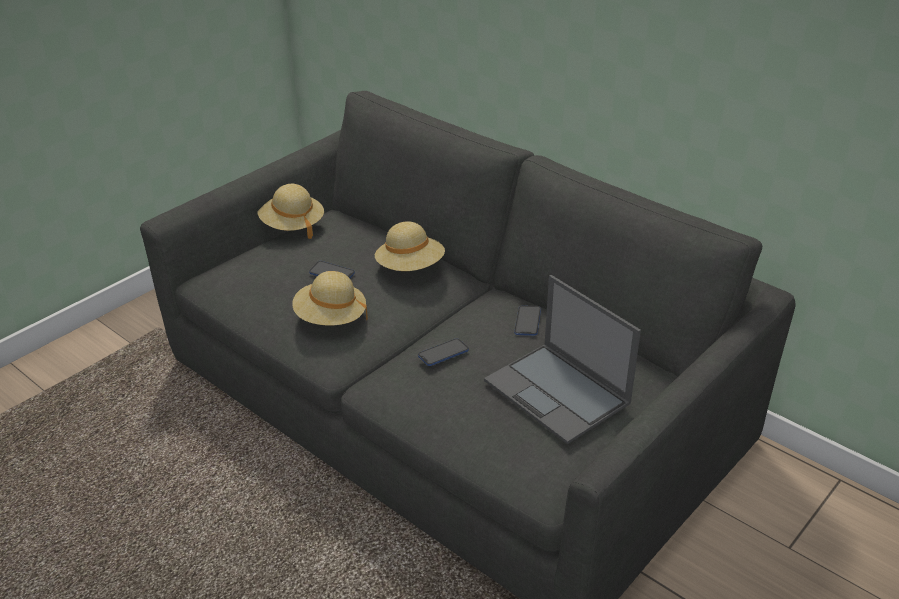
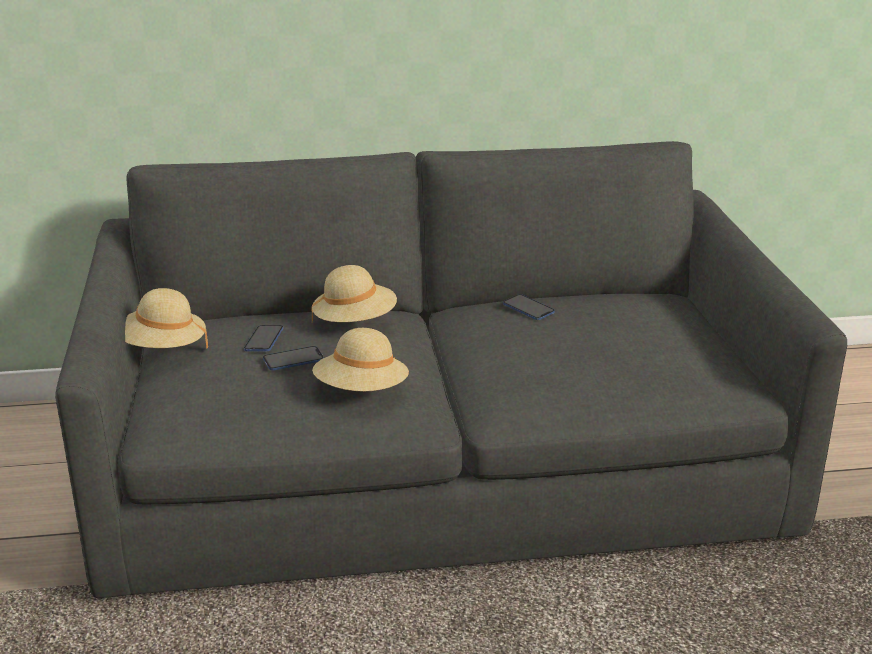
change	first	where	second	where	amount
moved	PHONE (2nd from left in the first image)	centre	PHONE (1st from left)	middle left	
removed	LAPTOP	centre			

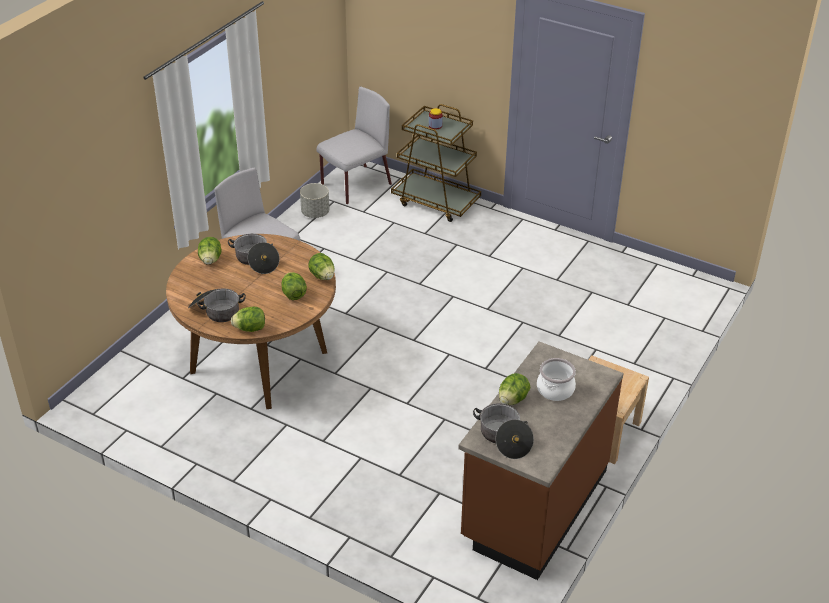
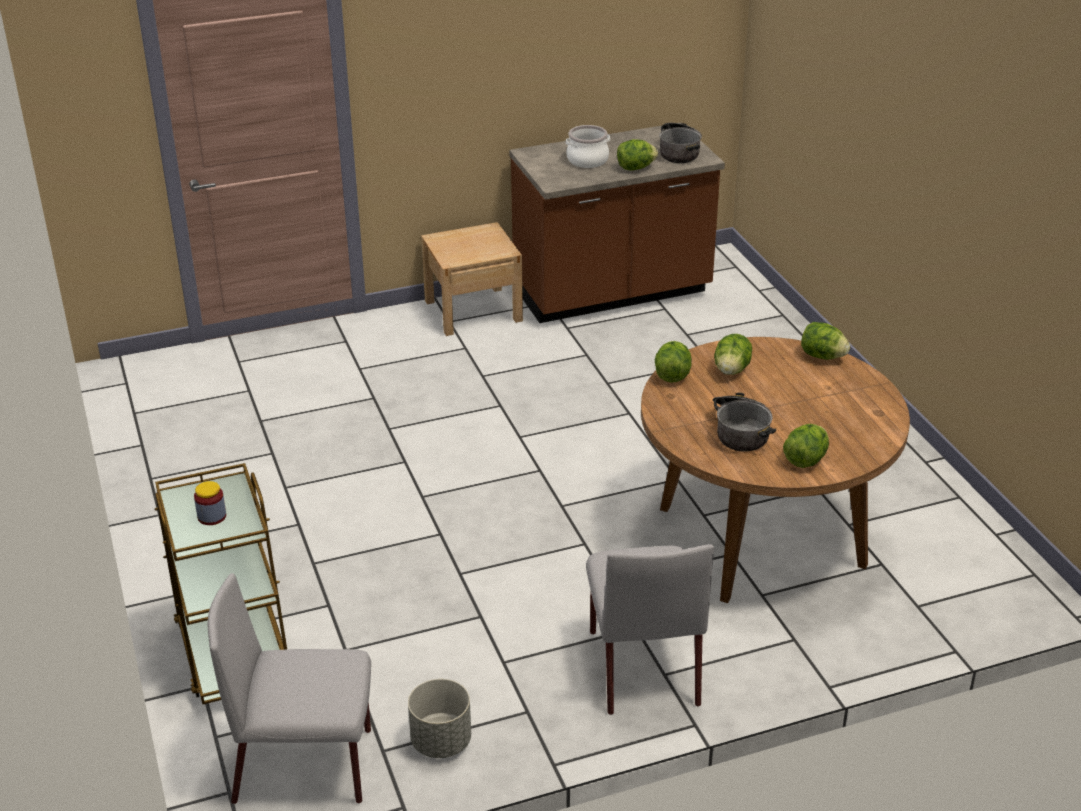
change	first	where	second	where	amount
removed	COOKING POT (1st from left)	middle left			

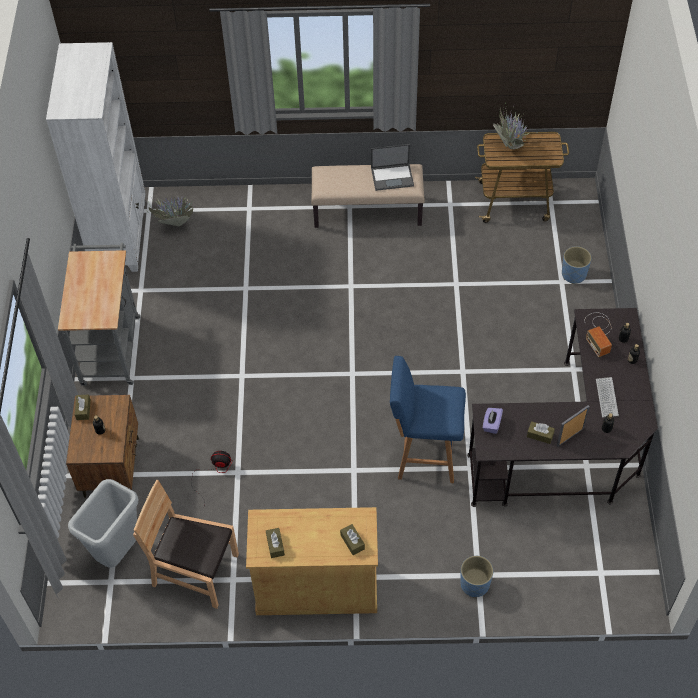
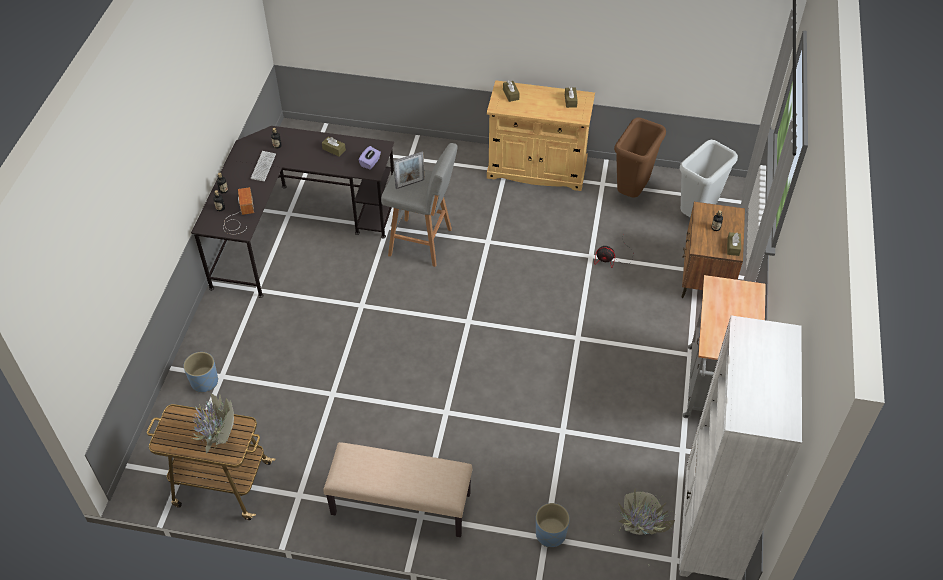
change	first	where	second	where	amount
recoloured	BLUE STOOL	centre	GREY STOOL	centre	
moved	PICTURE FRAME	middle right		top centre	
moved	BLUE PLANTER (1st from left in the first image)	bottom right	BLUE PLANTER (2nd from left)	bottom centre	
replaced	BROWN CHAIR	bottom left	BROWN TRASH CAN	top right	
removed	LAPTOP	top centre			

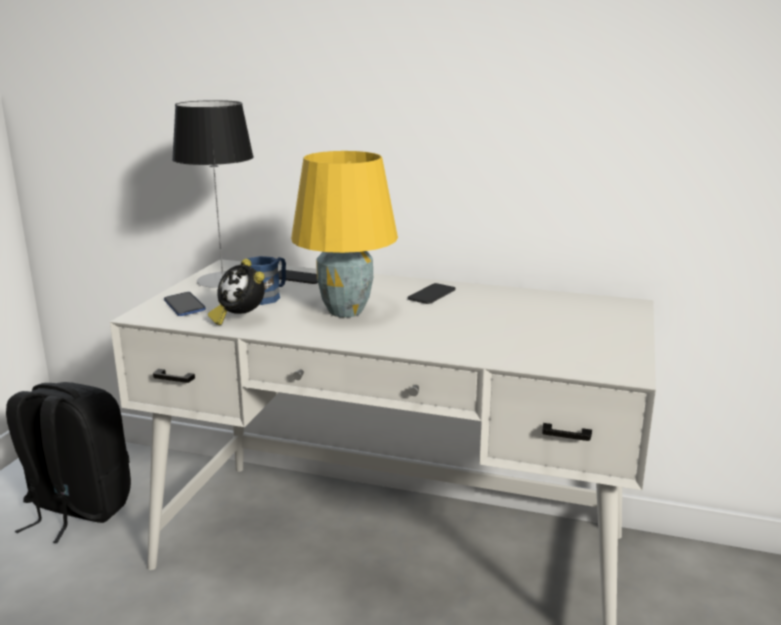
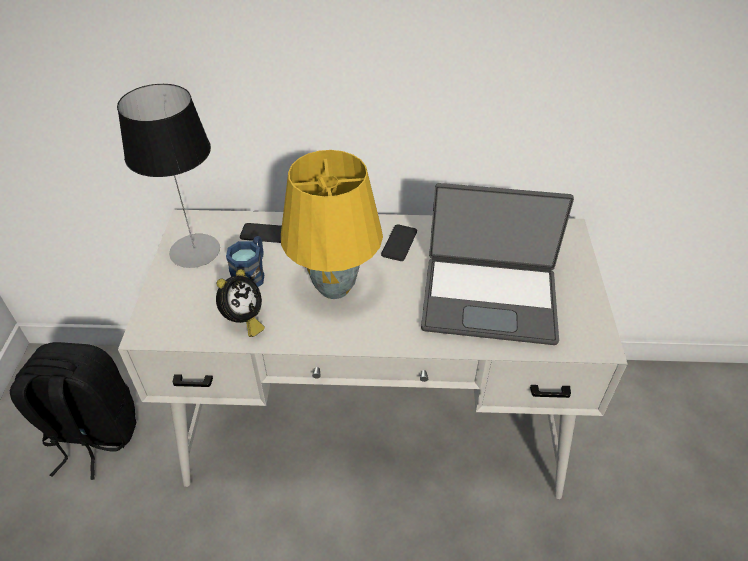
change	first	where	second	where	amount
turned	ALARM CLOCK	middle left		middle left	90 degrees counterclockwise
added			LAPTOP	centre	
removed	PHONE (1st from left)	middle left			

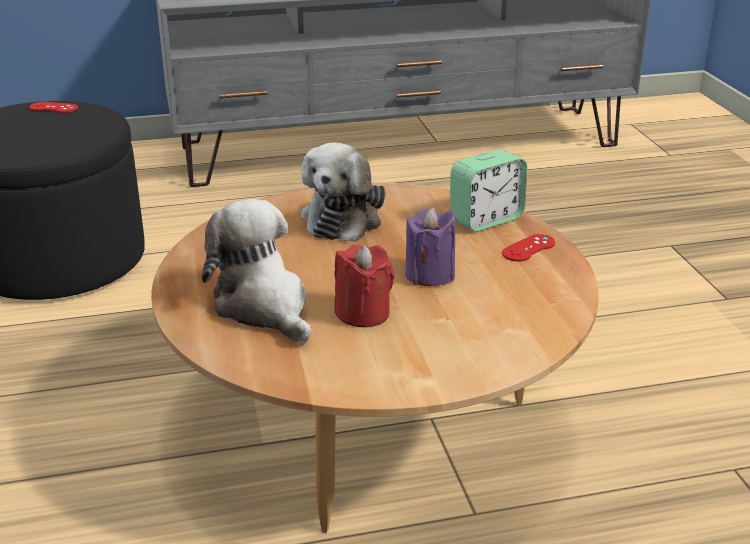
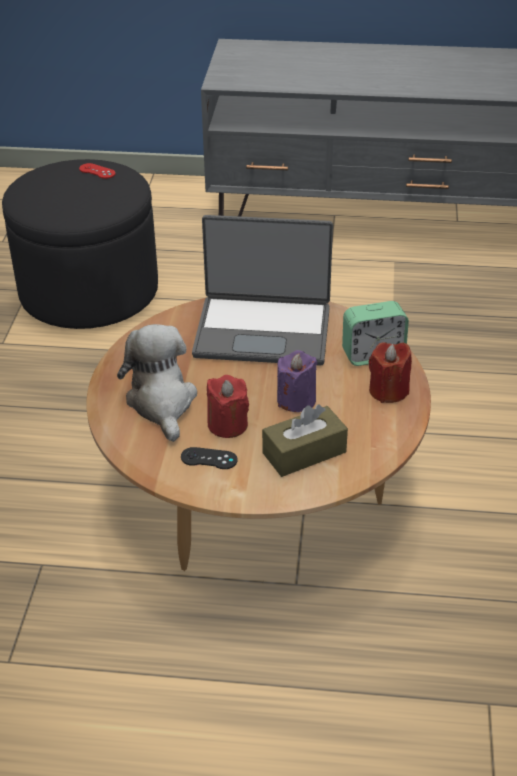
change	first	where	second	where	amount
added			BLACK GAME CONTROLLER	centre	
replaced	PLUSH TOY (2nd from left)	centre	LAPTOP	centre	
added			BROWN TISSUE BOX	centre	
replaced	RED GAME CONTROLLER (2nd from left)	middle right	RED CANDLE (2nd from left)	middle right	

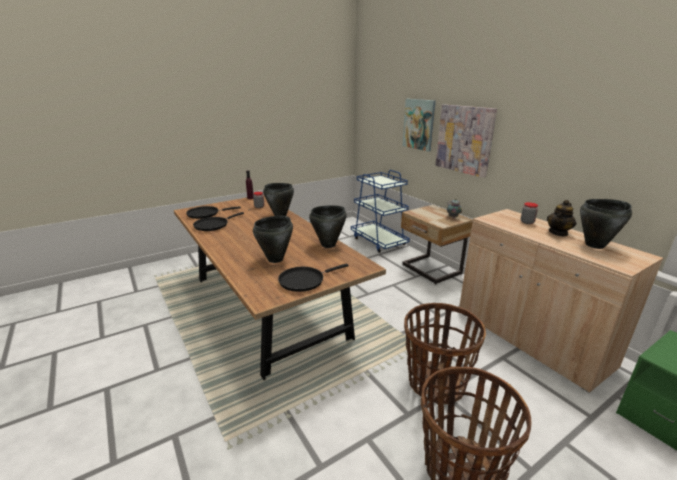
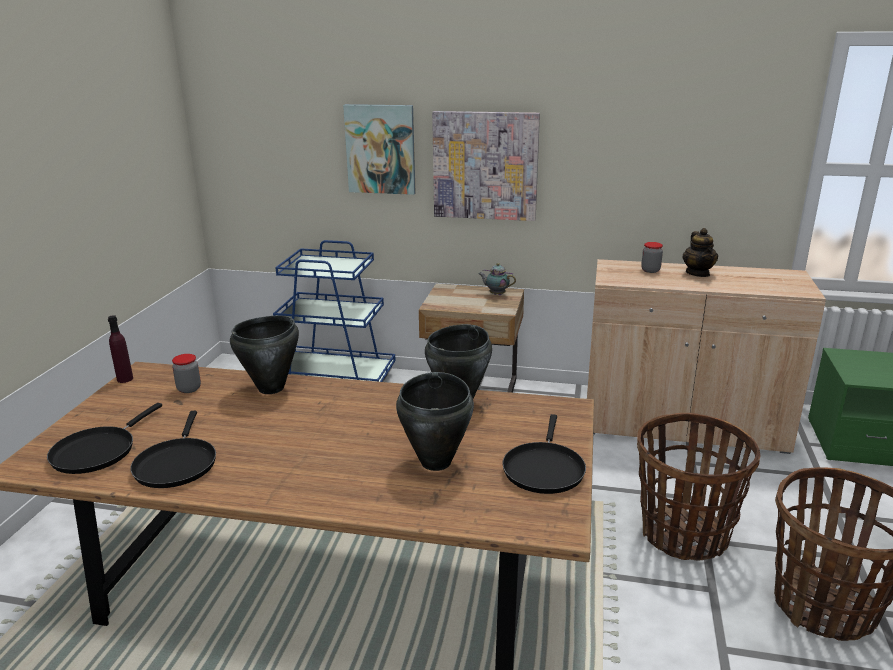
change	first	where	second	where	amount
removed	BLACK COOKING POT (4th from left)	middle right			

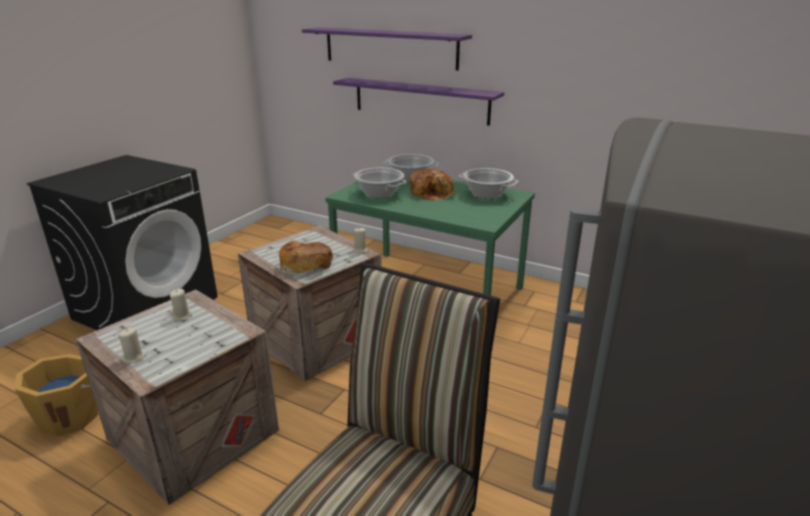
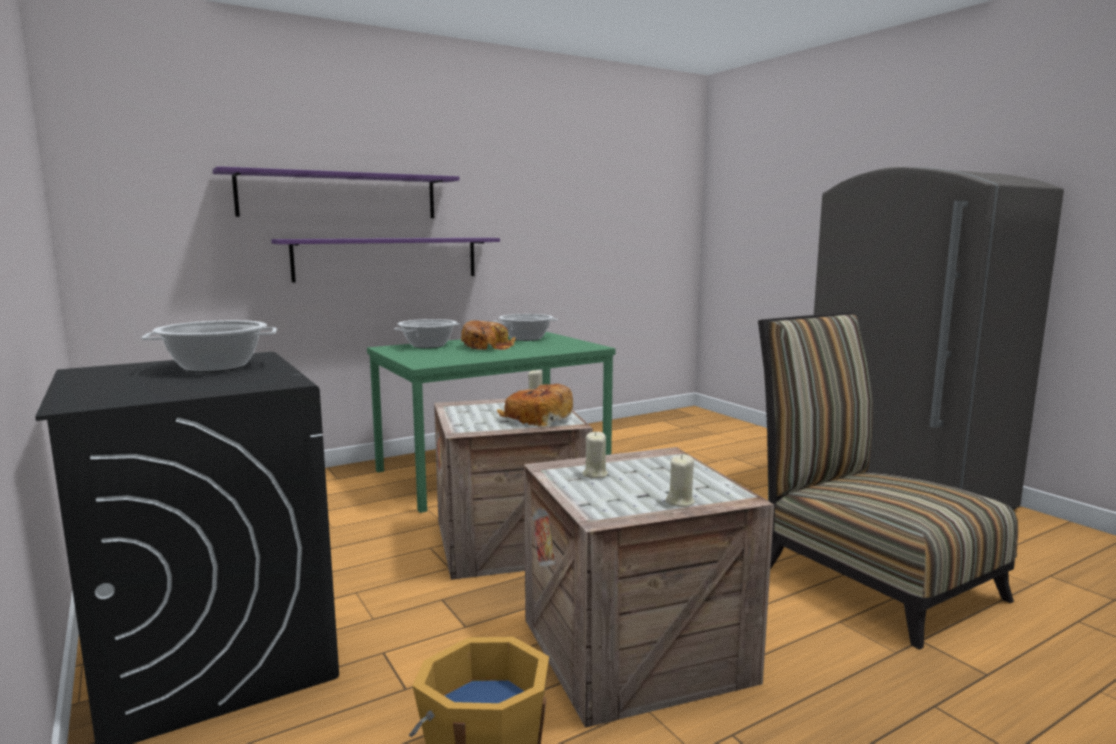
change	first	where	second	where	amount
moved	COOKING POT (1st from left)	centre		middle left	

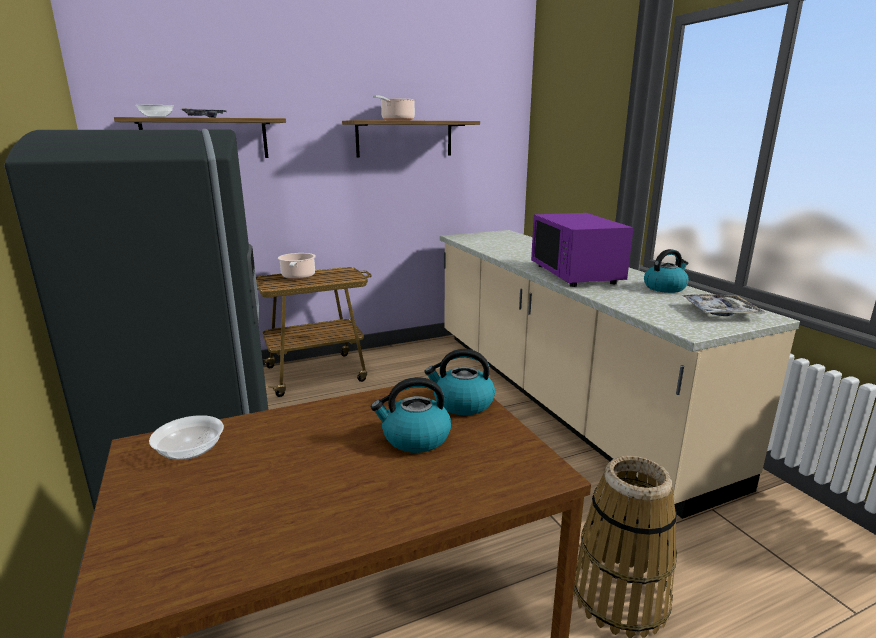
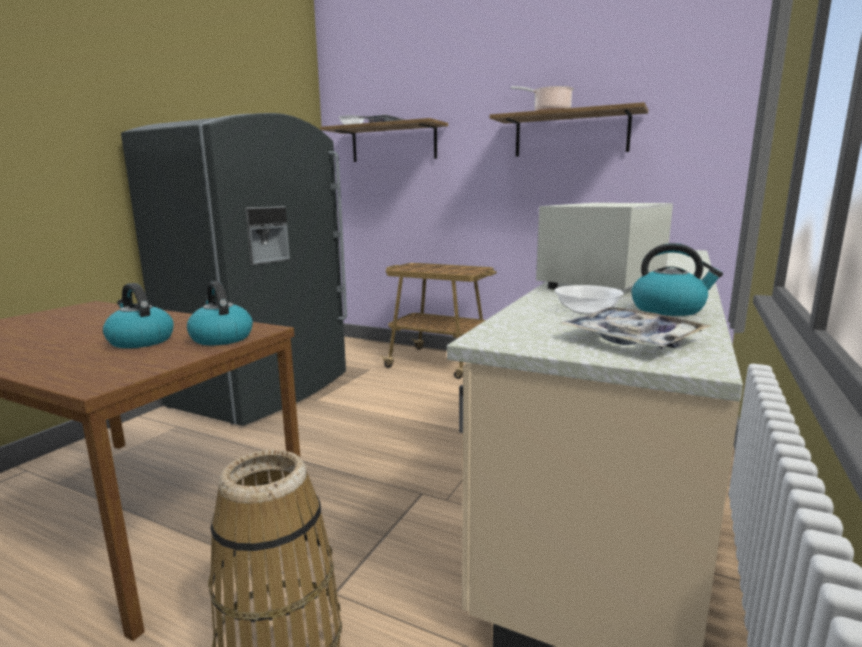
change	first	where	second	where	amount
recoloured	PURPLE MICROWAVE	centre	WHITE MICROWAVE	middle right	
moved	BOWL (2nd from left)	bottom left		middle right	
removed	COOKING POT (1st from left)	centre			

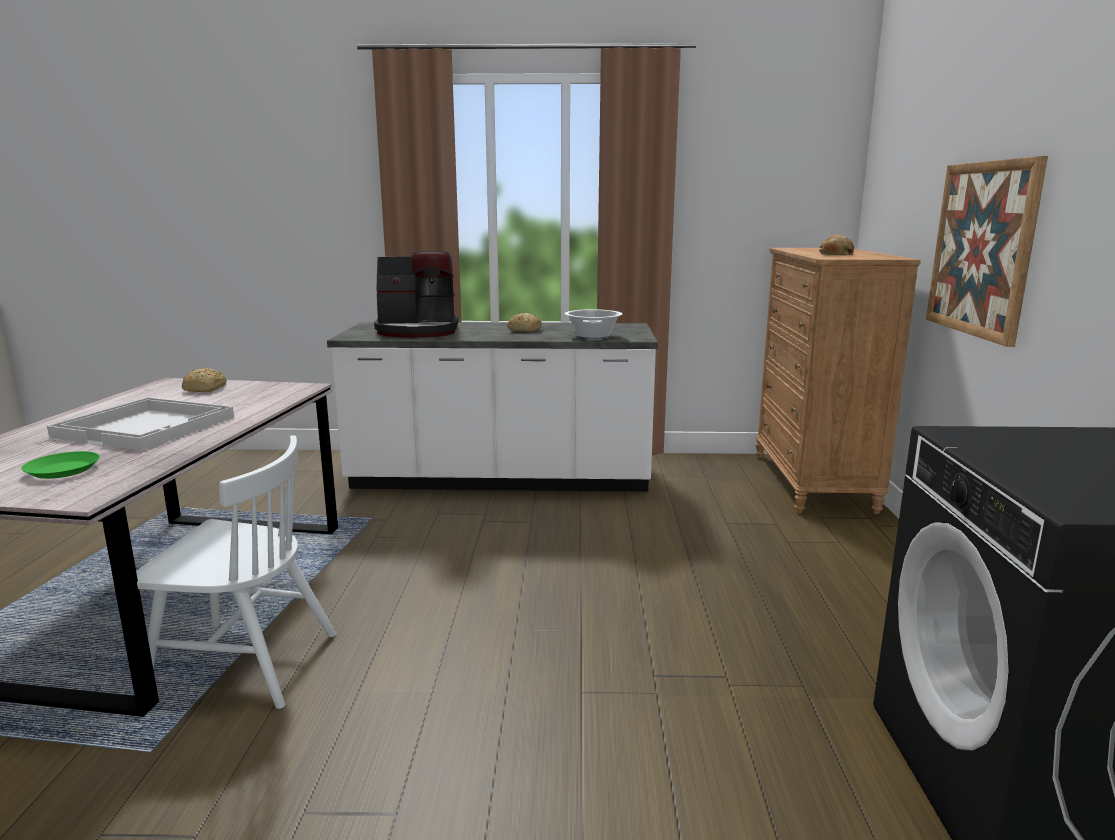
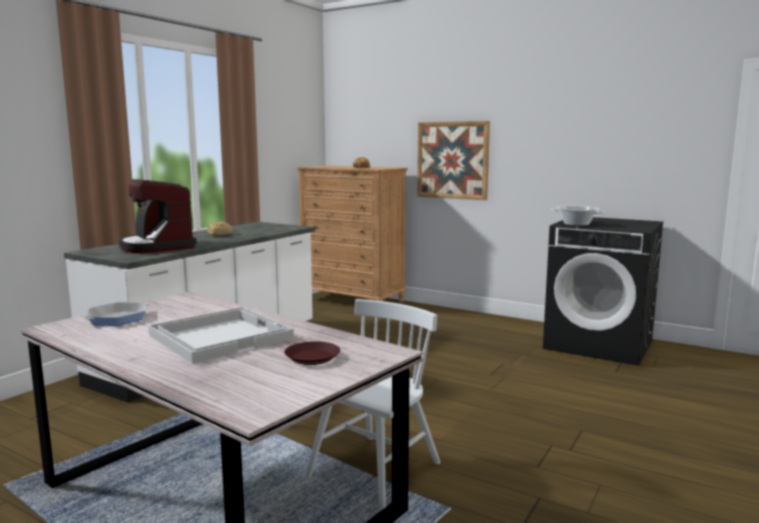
change	first	where	second	where	amount
replaced	BREAD (1st from left)	middle left	FRYING PAN	middle left	
turned	COFFEE MACHINE	centre		middle left	120 degrees clockwise
recoloured	GREEN PLATE	middle left	BROWN PLATE	bottom centre	
moved	COOKING POT	centre		middle right	

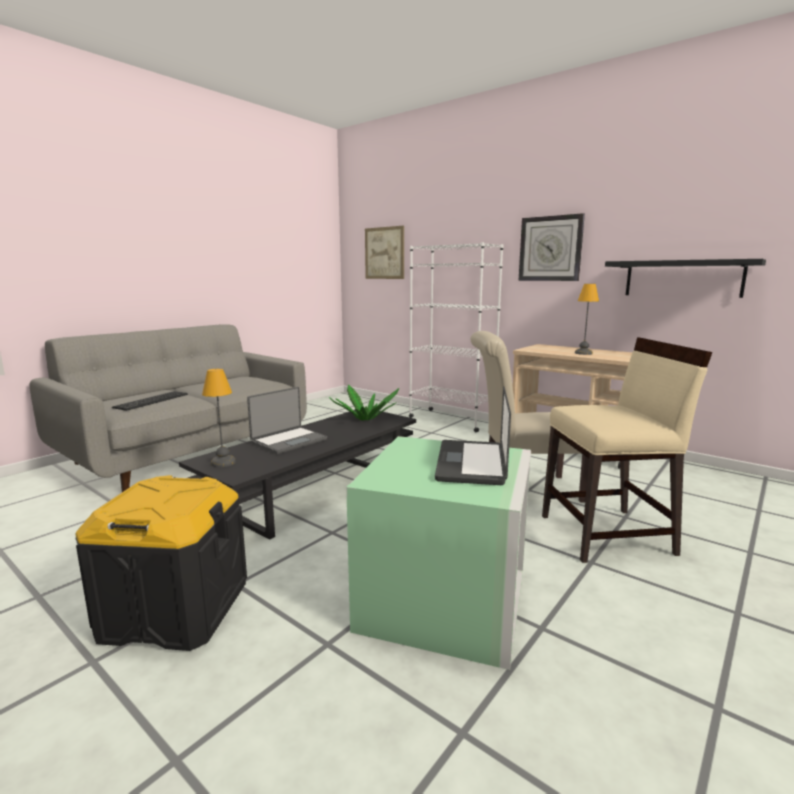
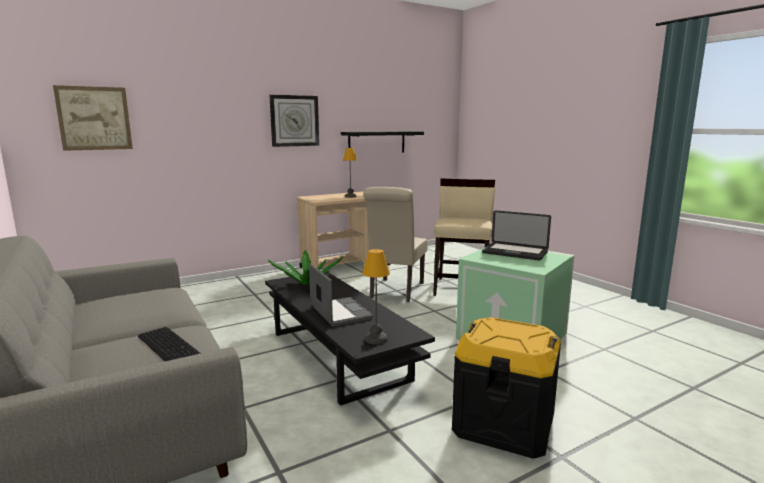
change	first	where	second	where	amount
removed	WHITE BOOKCASE	centre			

